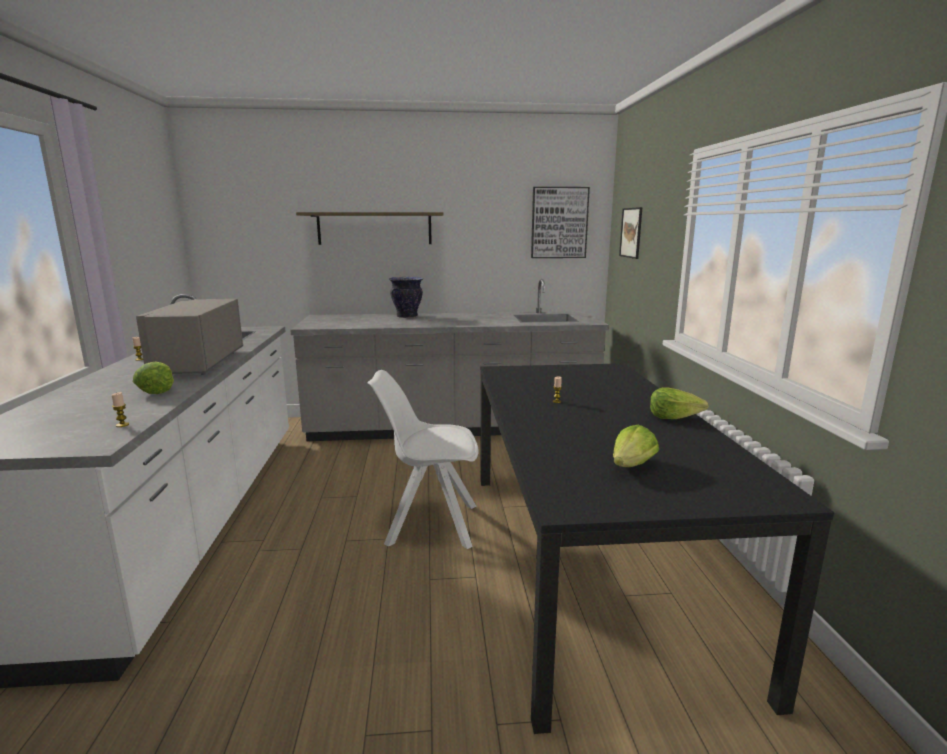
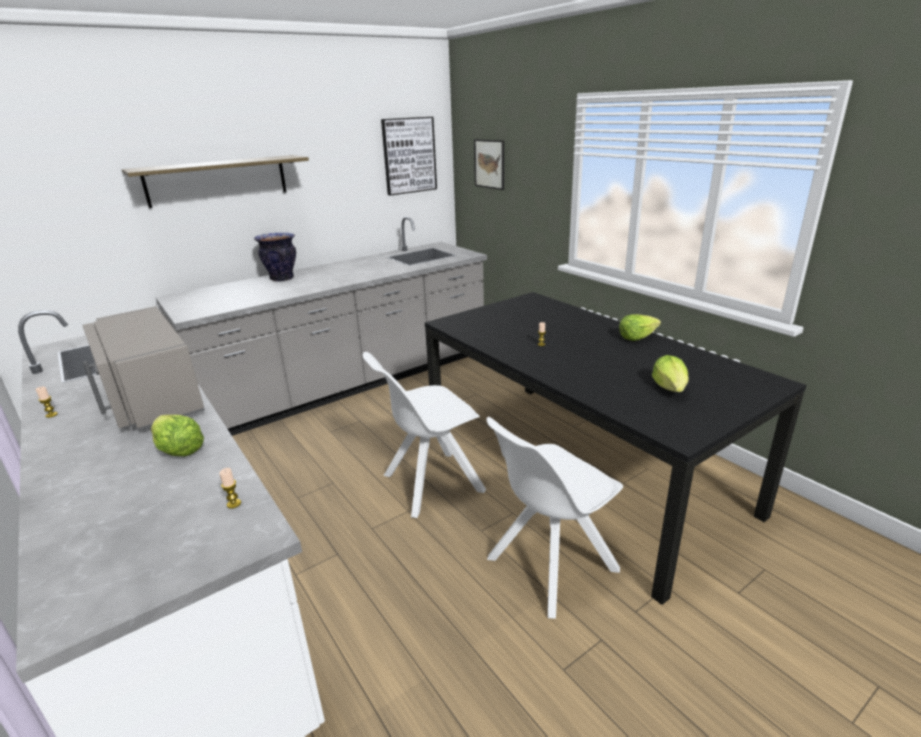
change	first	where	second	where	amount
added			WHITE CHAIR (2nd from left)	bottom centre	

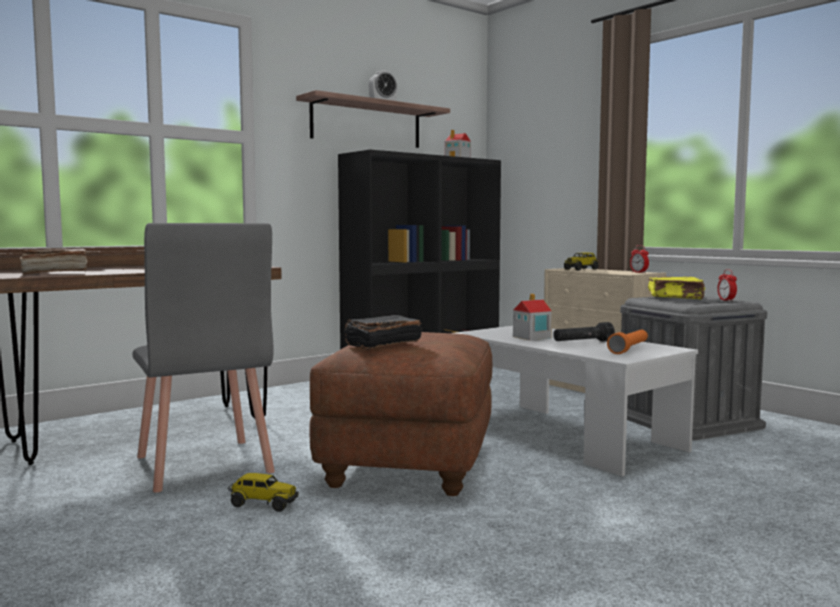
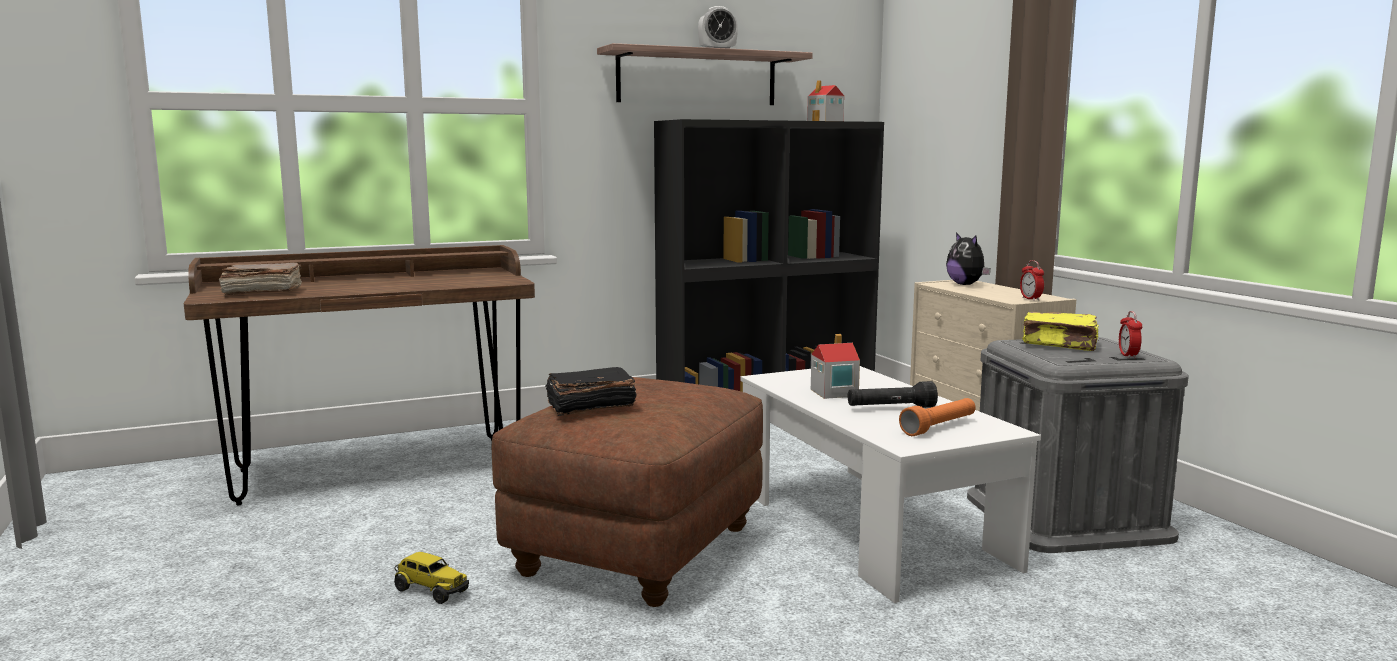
change	first	where	second	where	amount
replaced	TOY TRUCK (2nd from left)	middle right	PLUSH TOY	middle right	
removed	GREY CHAIR	middle left			

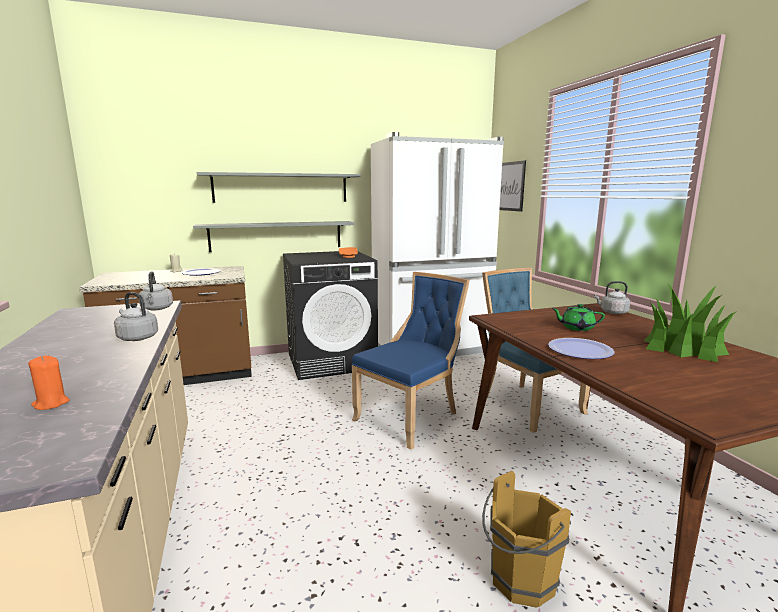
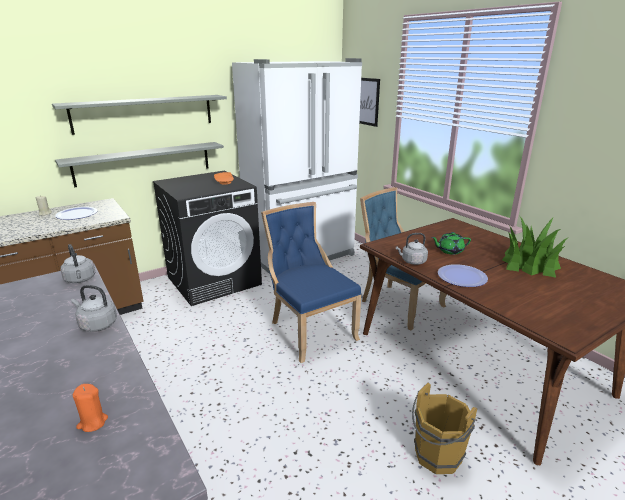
change	first	where	second	where	amount
turned	BLUE CHAIR (1st from left)	centre		centre	60 degrees counterclockwise
moved	GREY KETTLE (3rd from left)	middle right		centre	

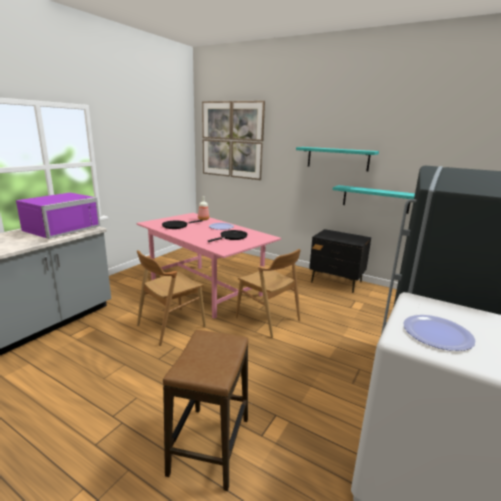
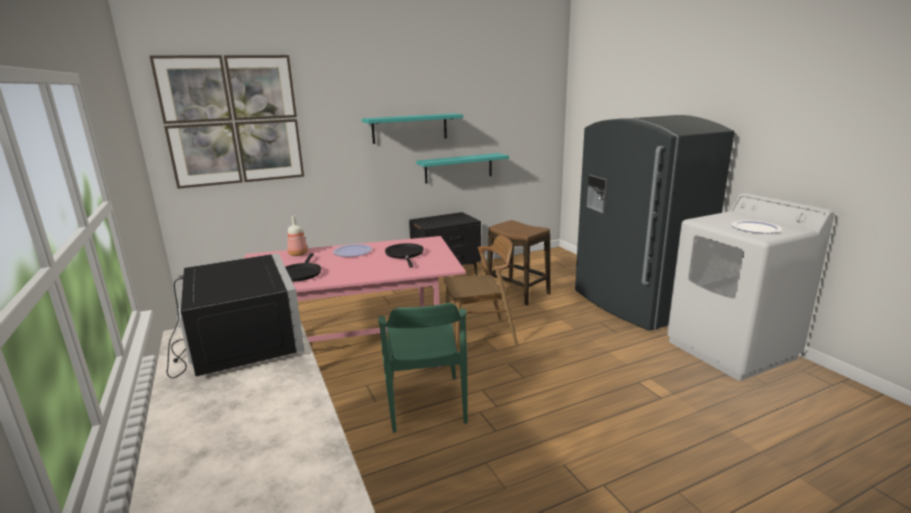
change	first	where	second	where	amount
recoloured	PURPLE MICROWAVE	middle left	BLACK MICROWAVE	middle left	
recoloured	BROWN CHAIR (1st from left)	centre	GREEN CHAIR	bottom centre	
moved	STOOL	bottom centre		centre	

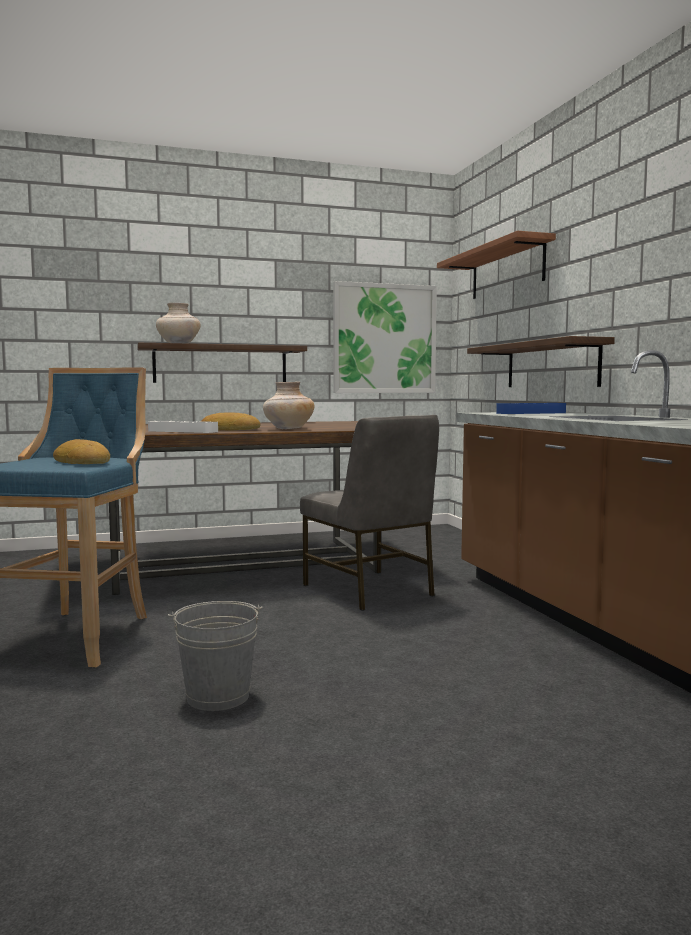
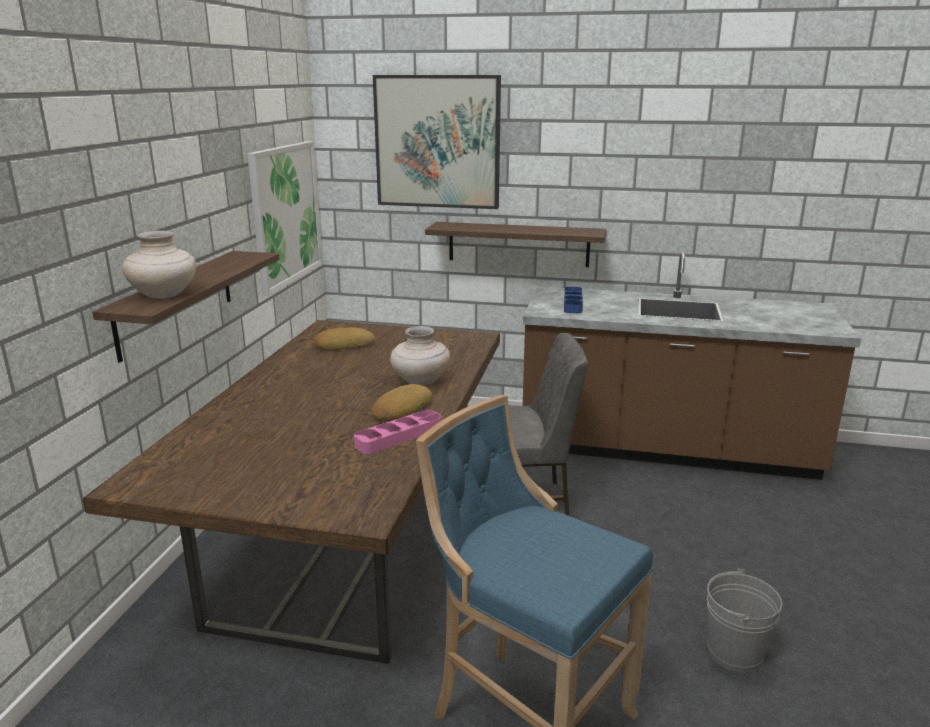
change	first	where	second	where	amount
moved	BREAD (1st from left)	middle left		centre	
recoloured	WHITE TRAY	middle left	PINK TRAY	centre	
replaced	SHELF (2nd from left)	top right	PICTURE (2nd from left)	top centre	

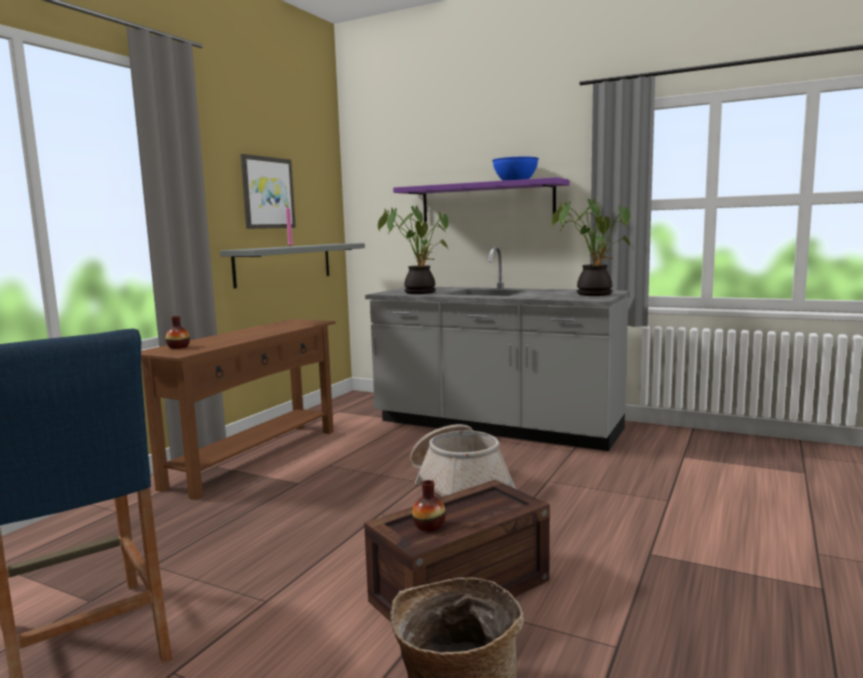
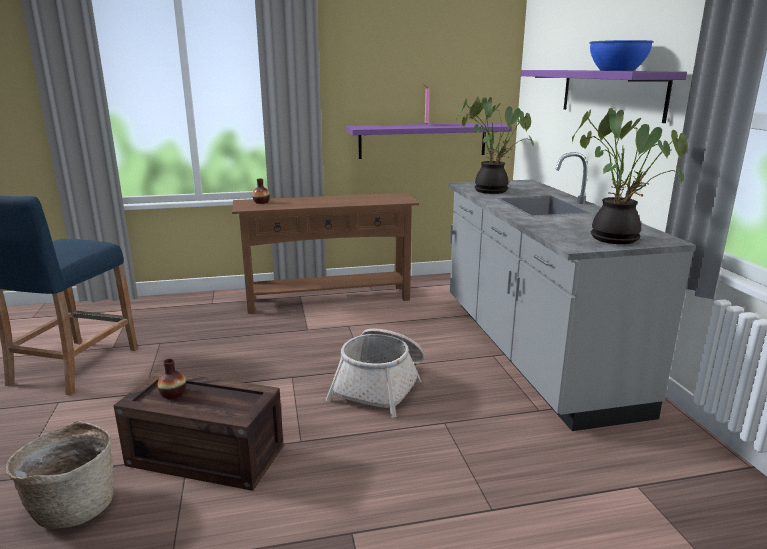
change	first	where	second	where	amount
recoloured	GREY SHELF	centre	PURPLE SHELF (1st from left)	top centre	
removed	PICTURE	top left			

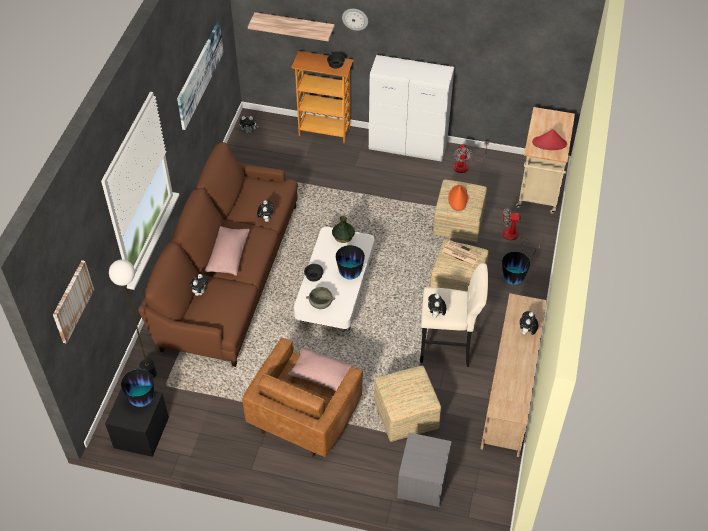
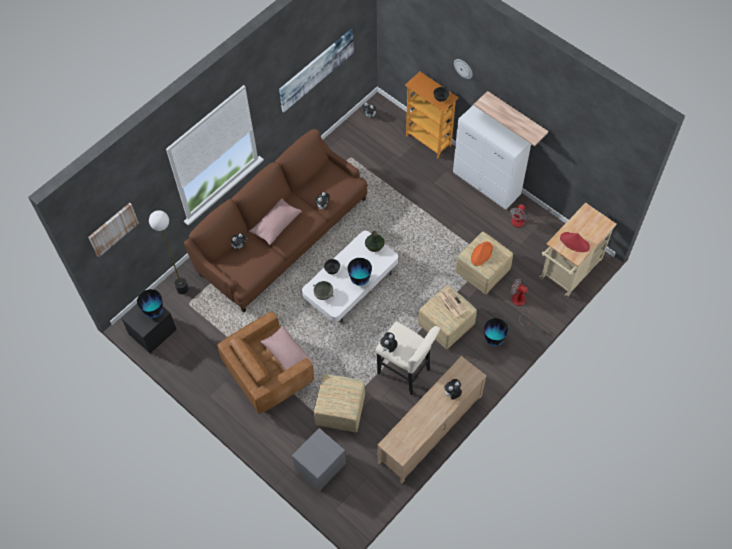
change	first	where	second	where	amount
moved	SHELF	top centre		top right	

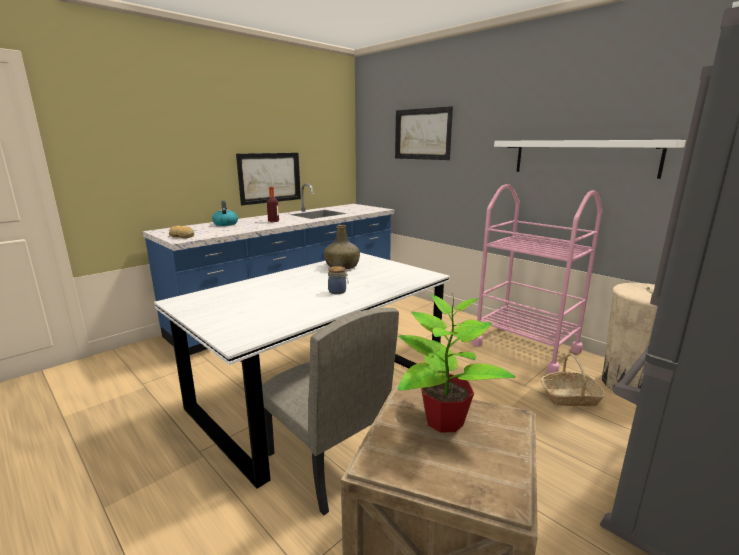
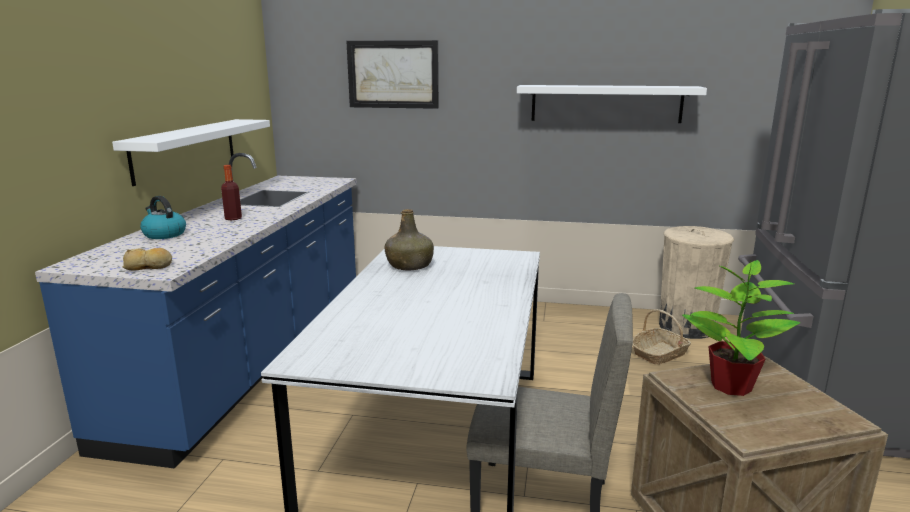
change	first	where	second	where	amount
replaced	PICTURE (1st from left)	top centre	WHITE SHELF (1st from left)	top left	
removed	JAR	centre			
removed	PINK CART	middle right			

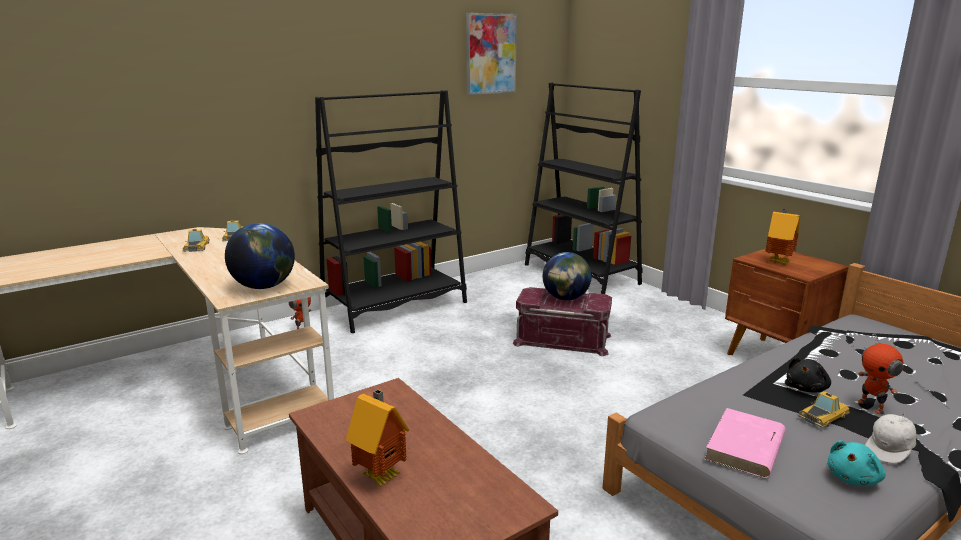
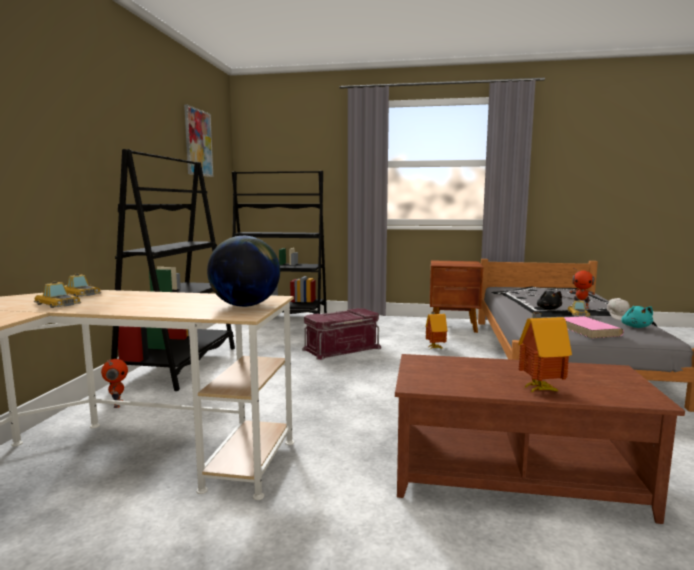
change	first	where	second	where	amount
moved	TOY HOUSE (2nd from left in the first image)	middle right	TOY HOUSE (1st from left)	centre	
removed	GLOBE (2nd from left)	centre			

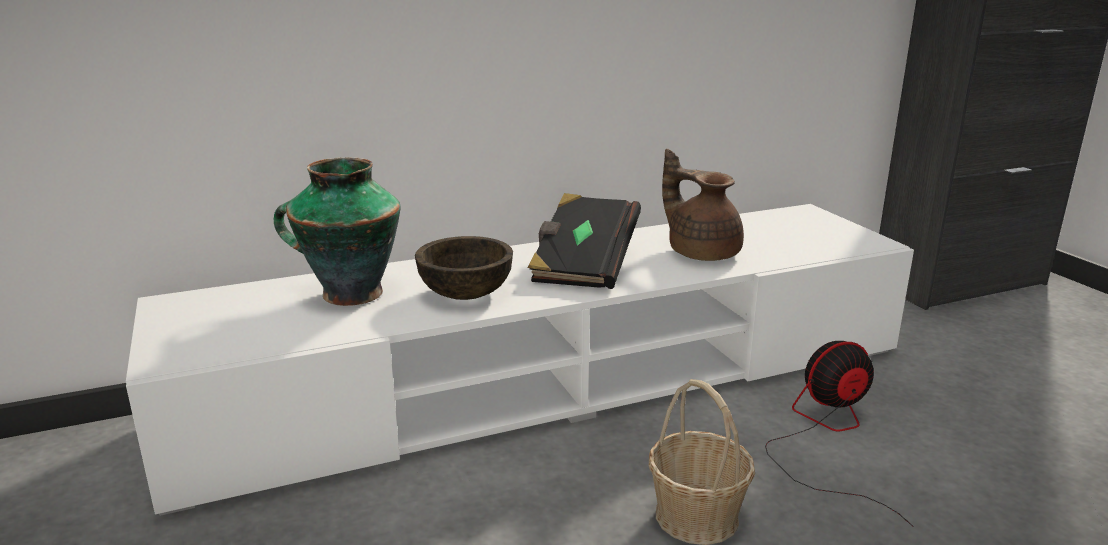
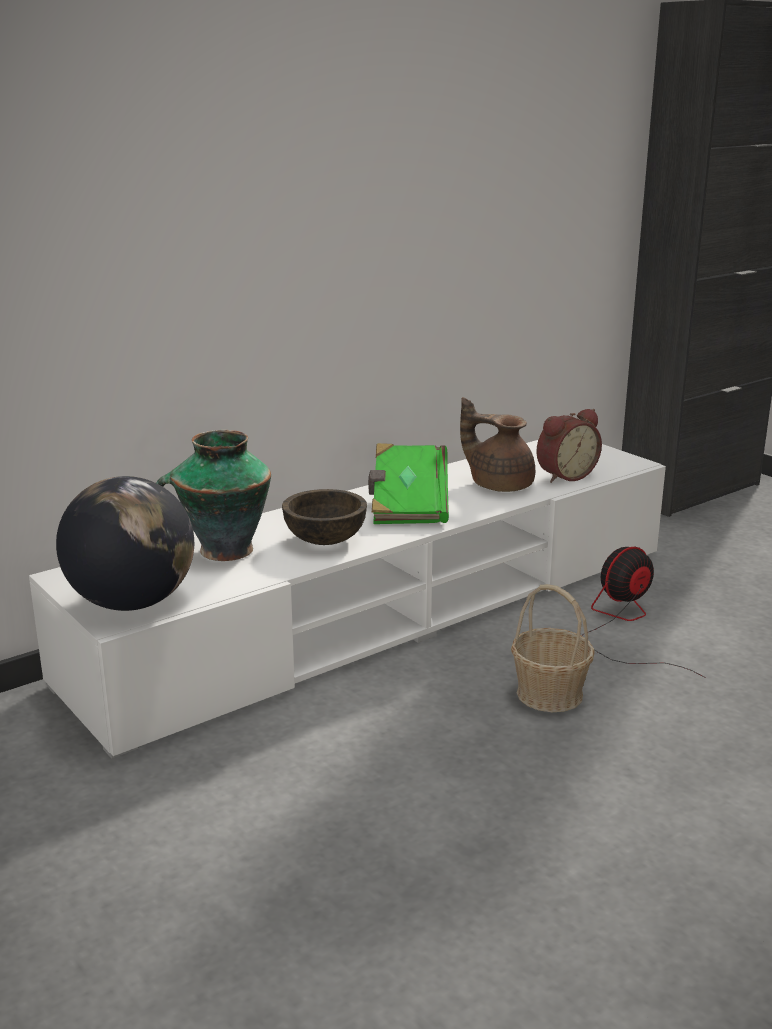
change	first	where	second	where	amount
added			GLOBE	middle left	
recoloured	BLACK BOOK	centre	GREEN BOOK	centre	
added			ALARM CLOCK	middle right	

